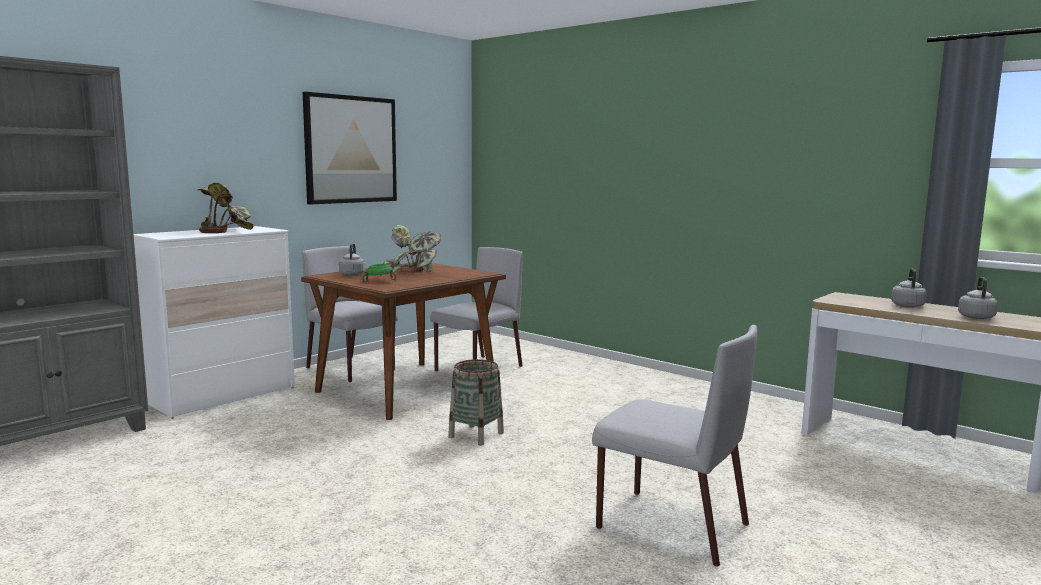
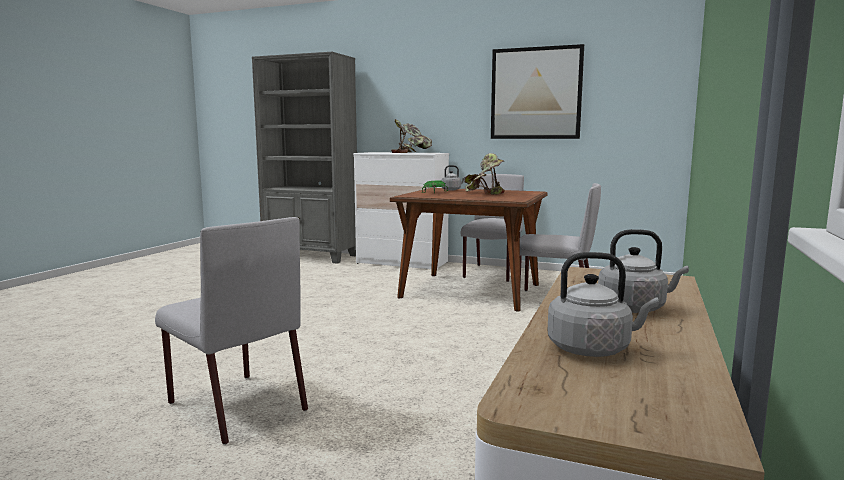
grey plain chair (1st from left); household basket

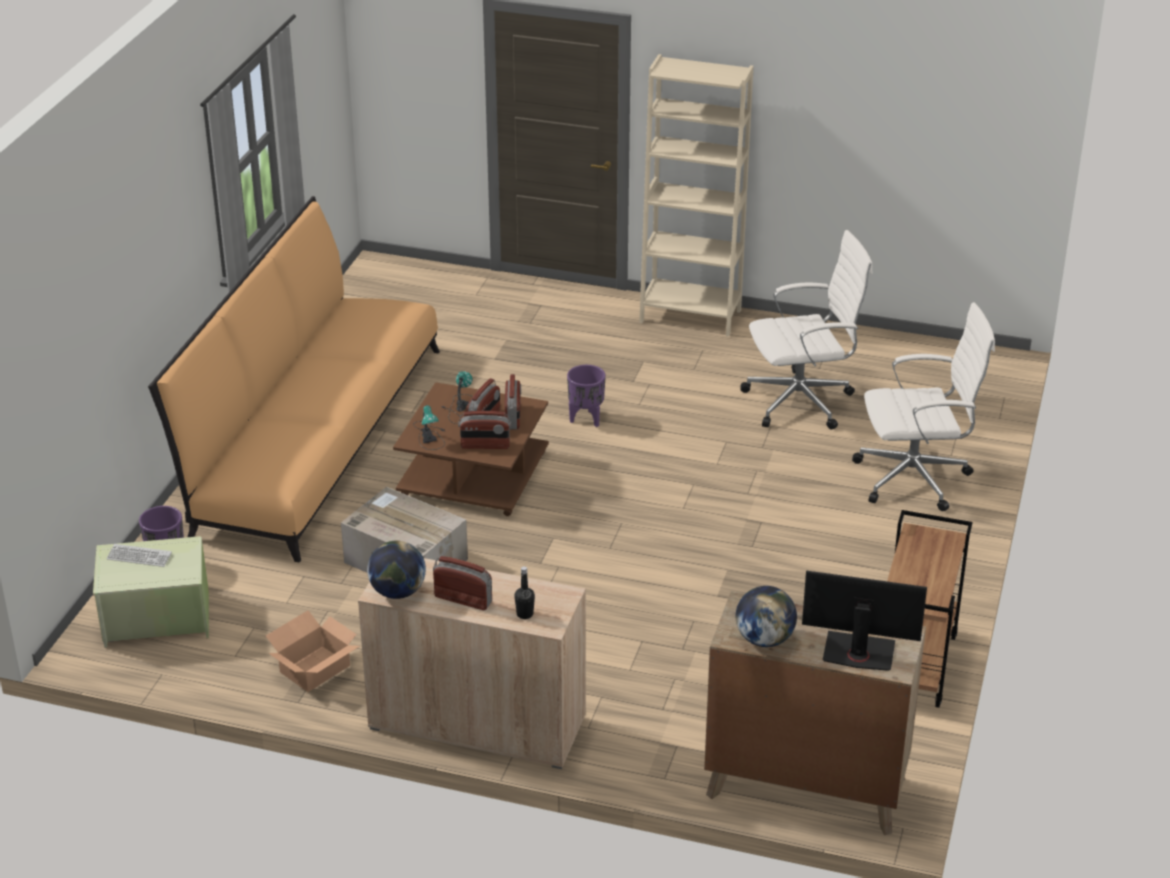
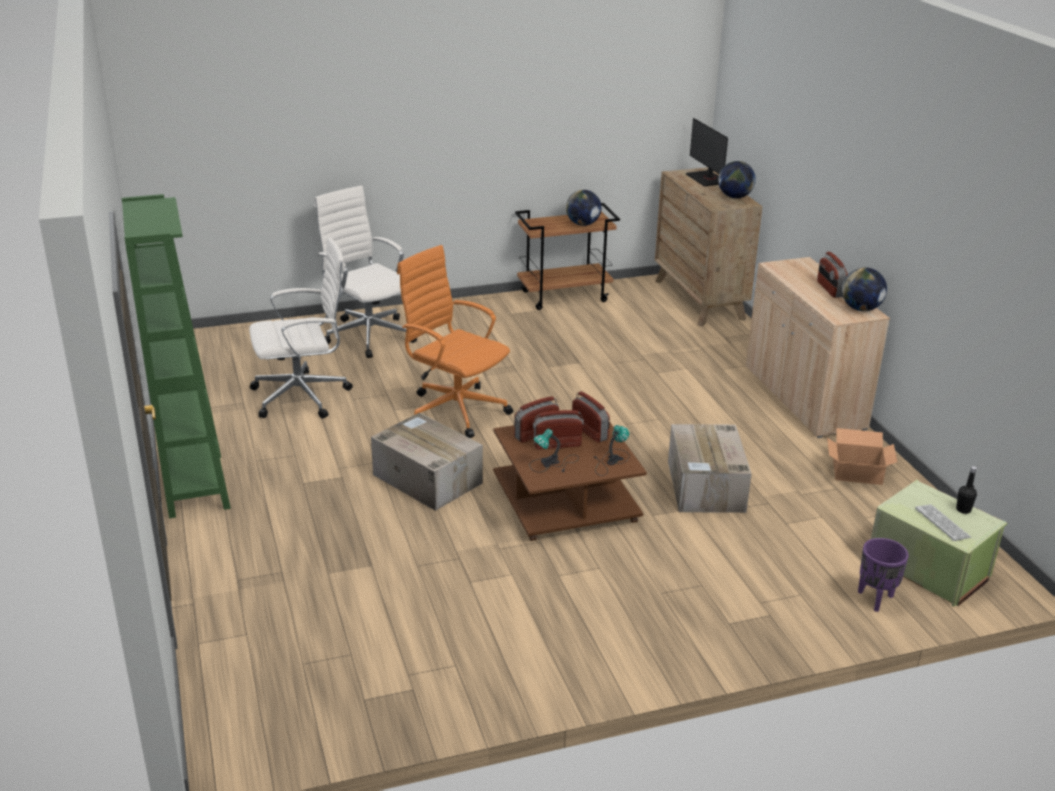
green bookshelf; orange settee; whitish desk chair (1st from left); carton (1st from left); black-coloured bottle; world globe (1st from left); orange desk chair

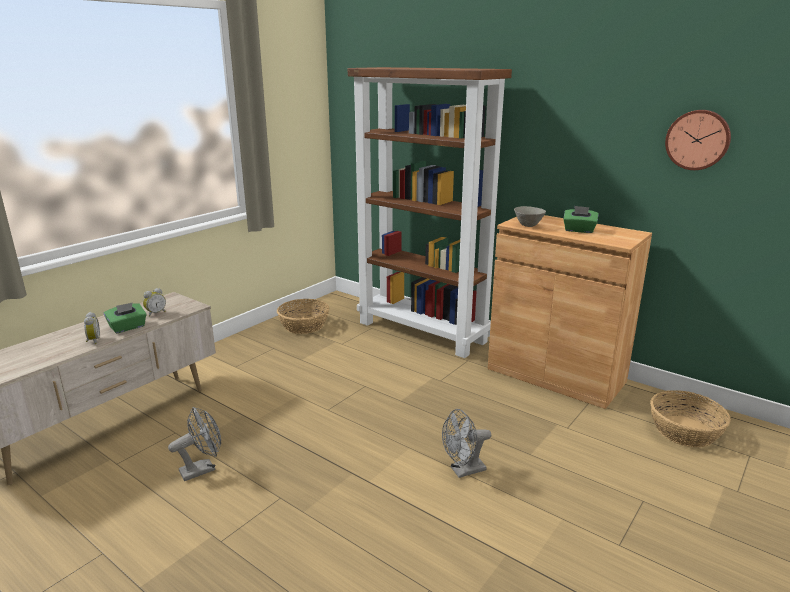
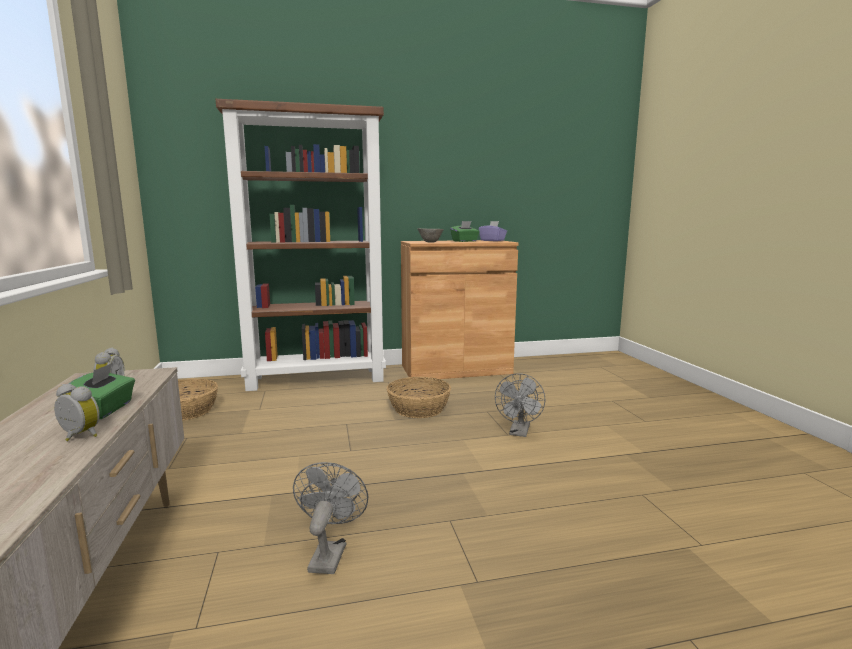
hanging clock; household basket (2nd from left); purplish box of tissues

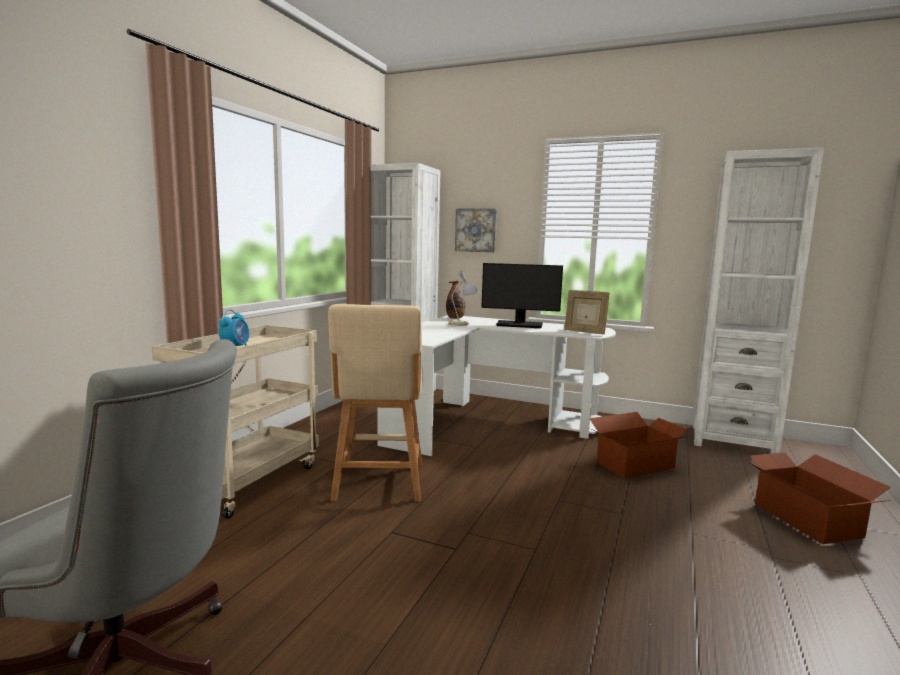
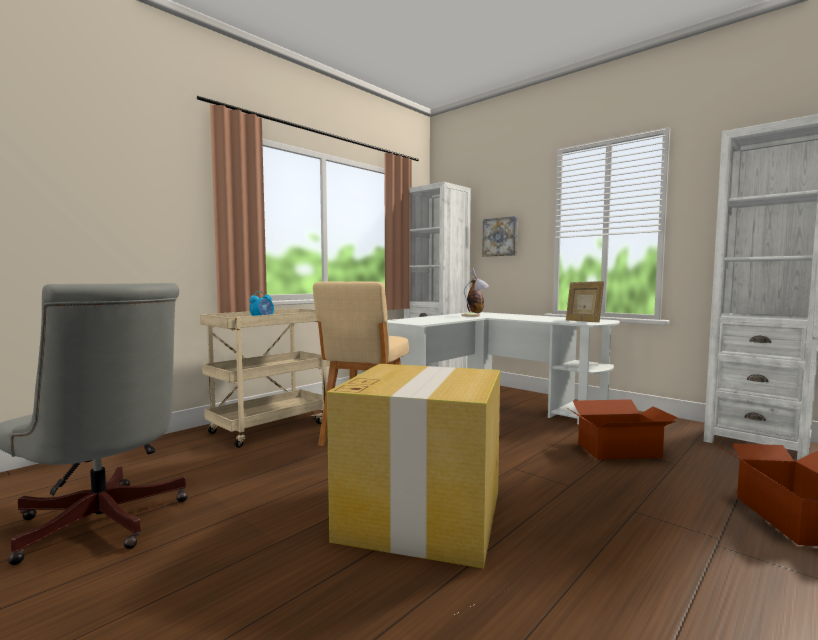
monitor; carton (1st from left)

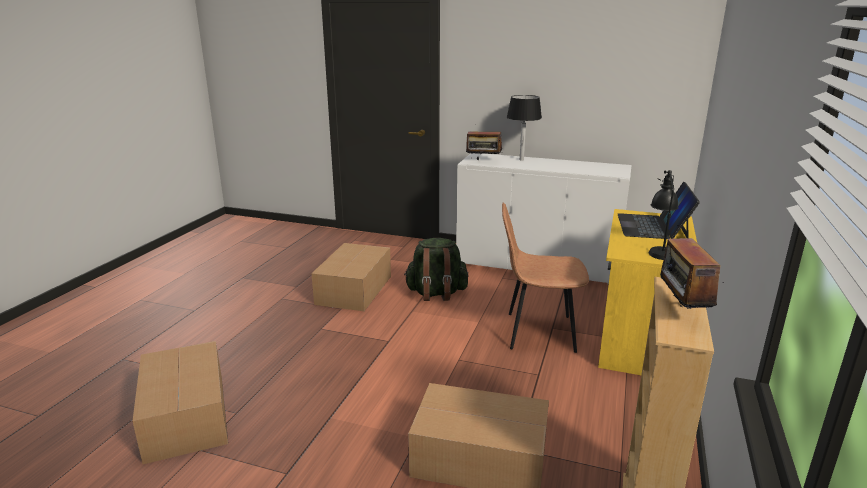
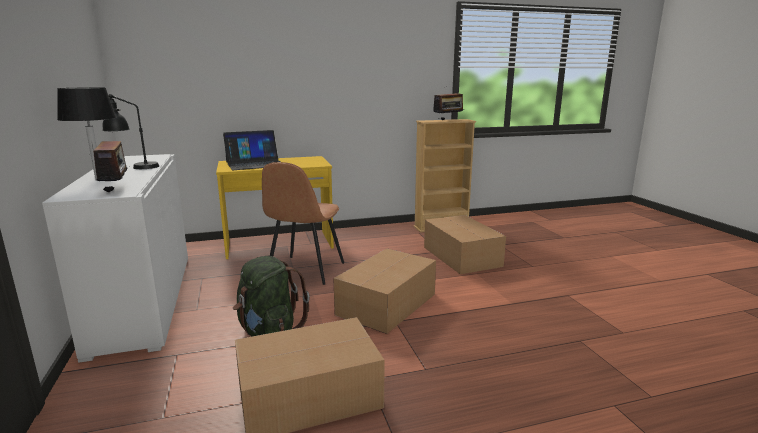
black-coloured tabletop lamp (2nd from left); brown-coloured plain chair; carton (2nd from left)

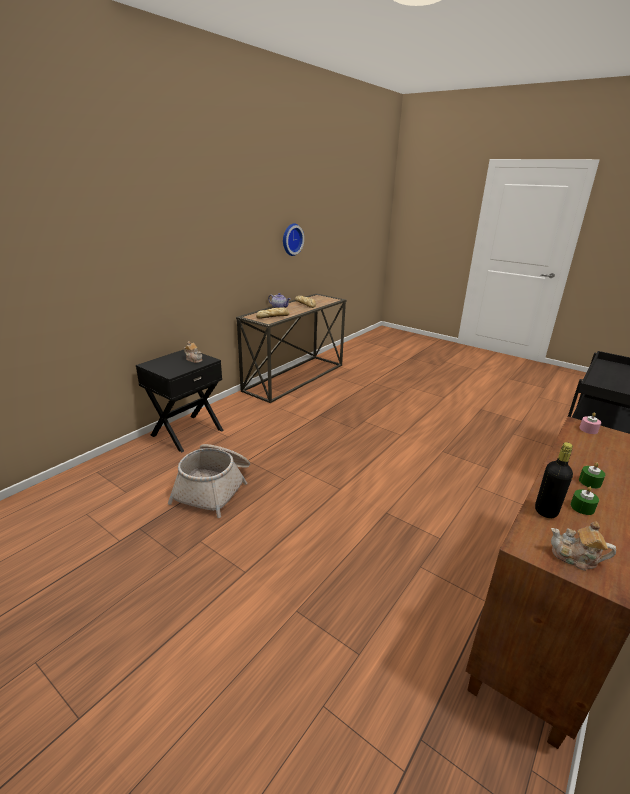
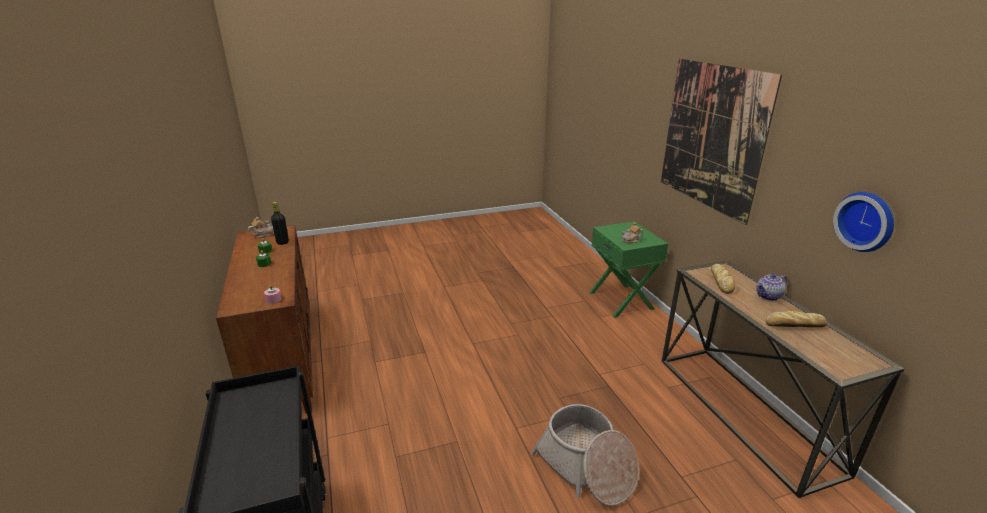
green nightstand; household basket; picture

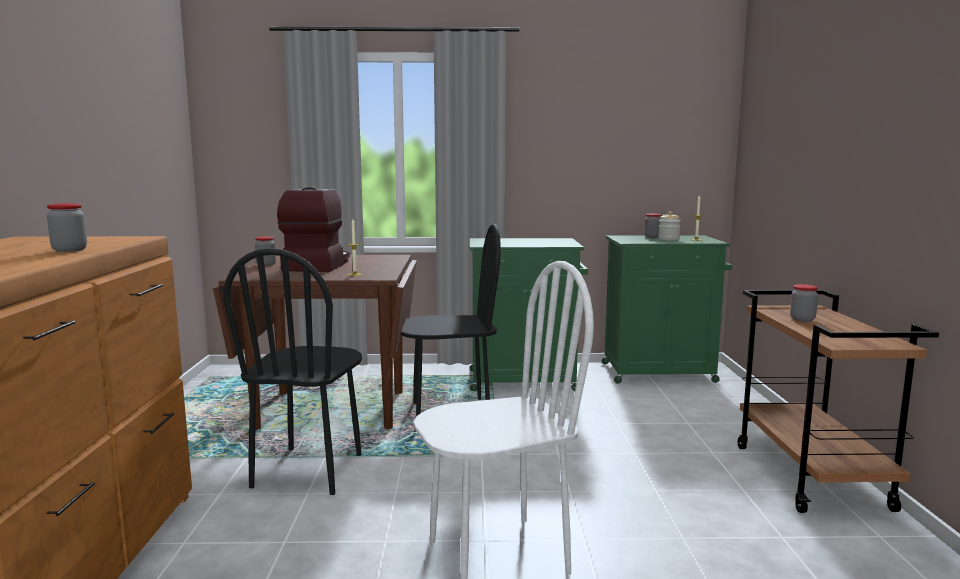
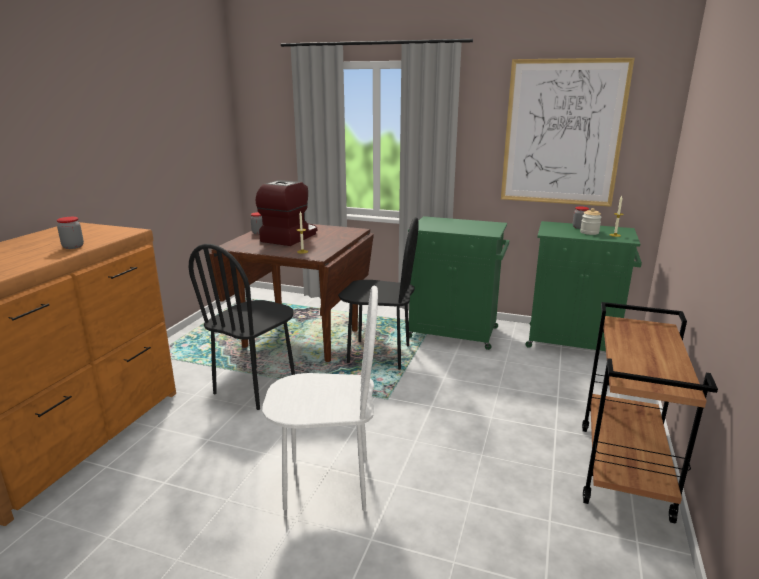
preserve jar (5th from left in the first image); picture

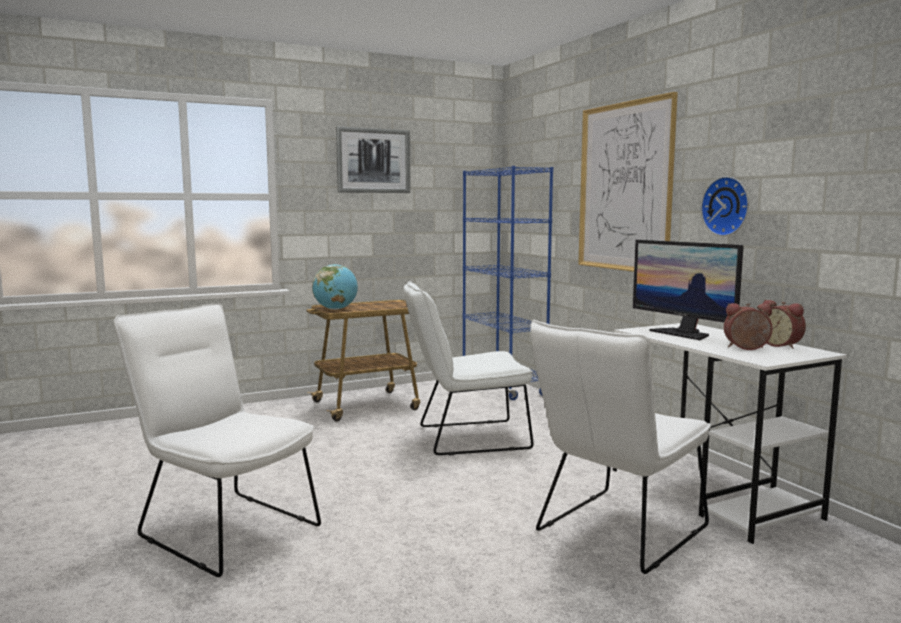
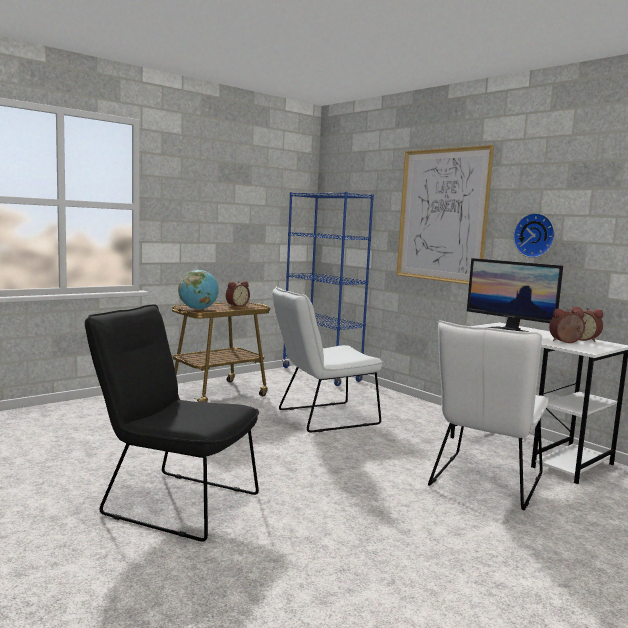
picture (1st from left in the first image); black-coloured plain chair; table clock (1st from left)

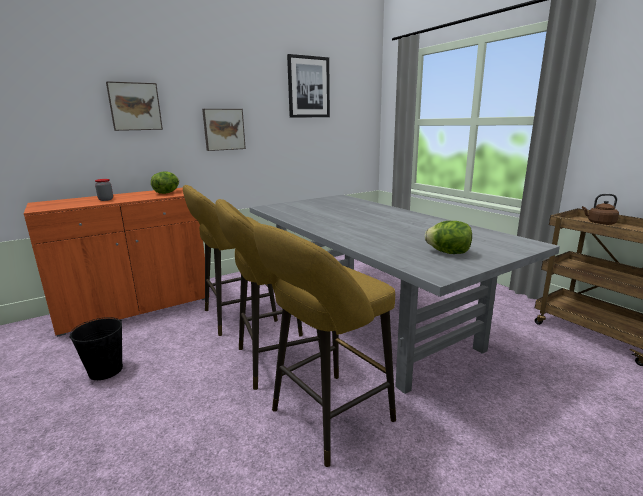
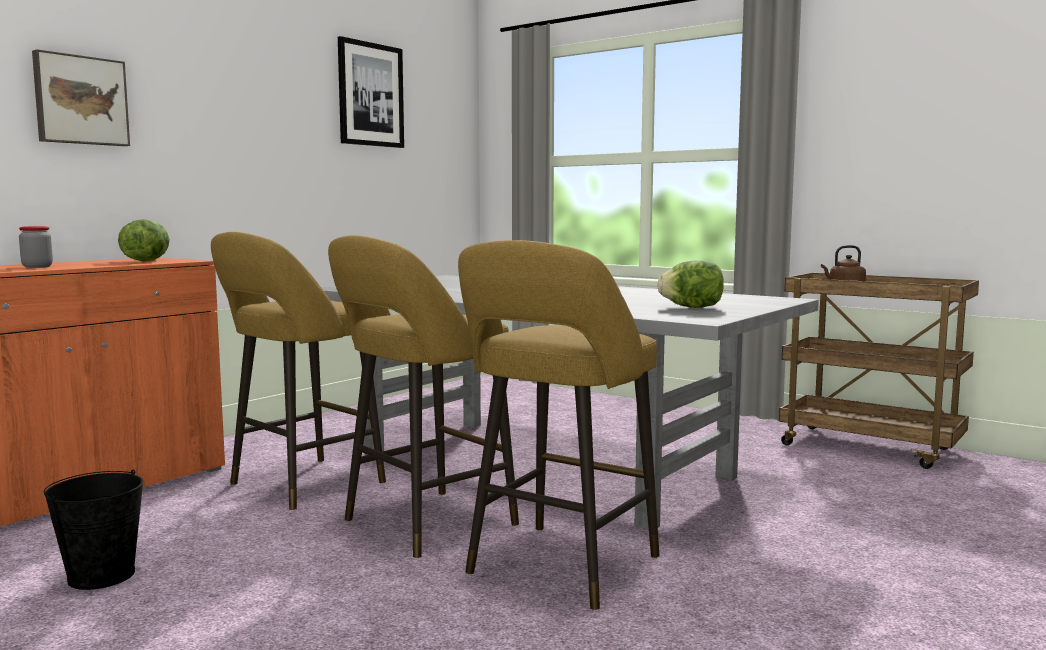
picture (2nd from left in the first image)

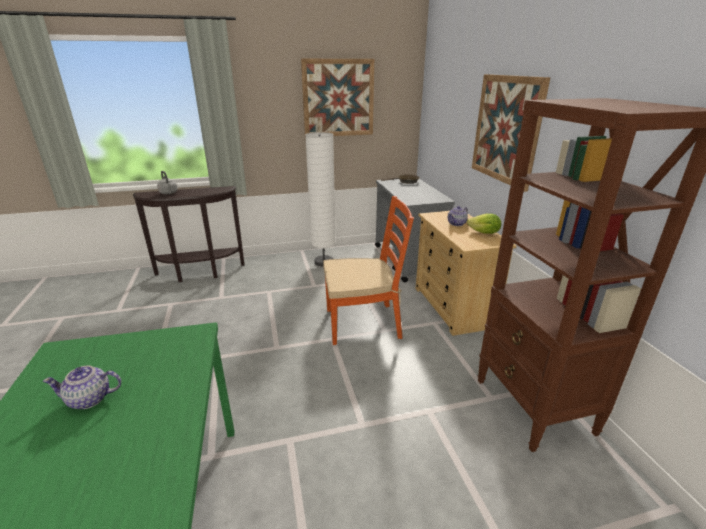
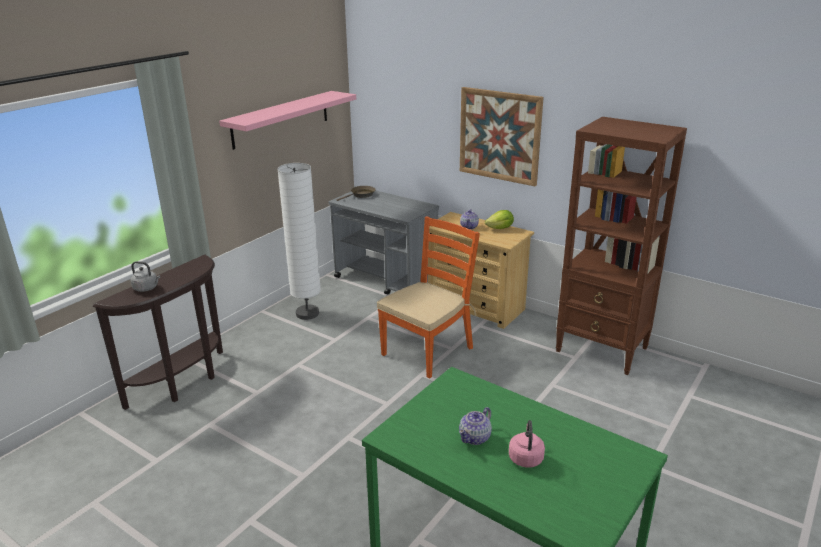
pink wall shelf; pink tea kettle

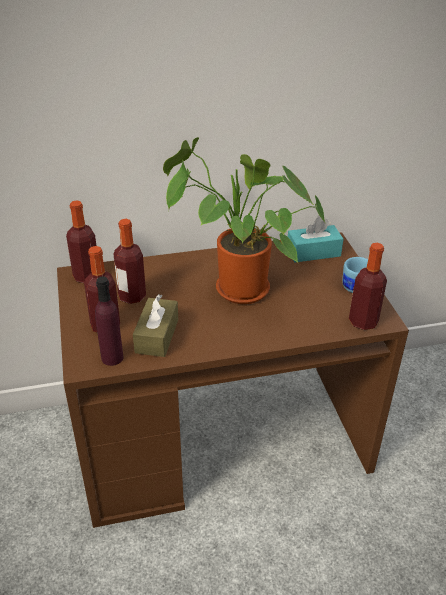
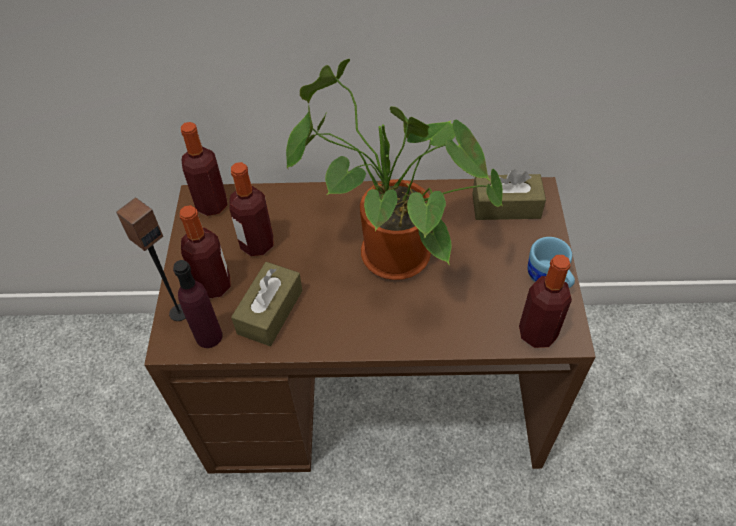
brown-coloured box of tissues (2nd from left); audio speaker

